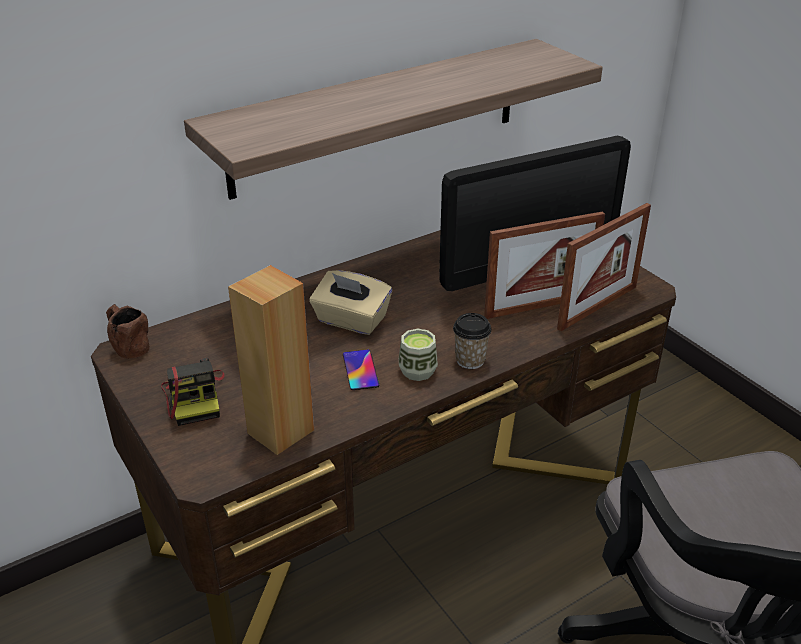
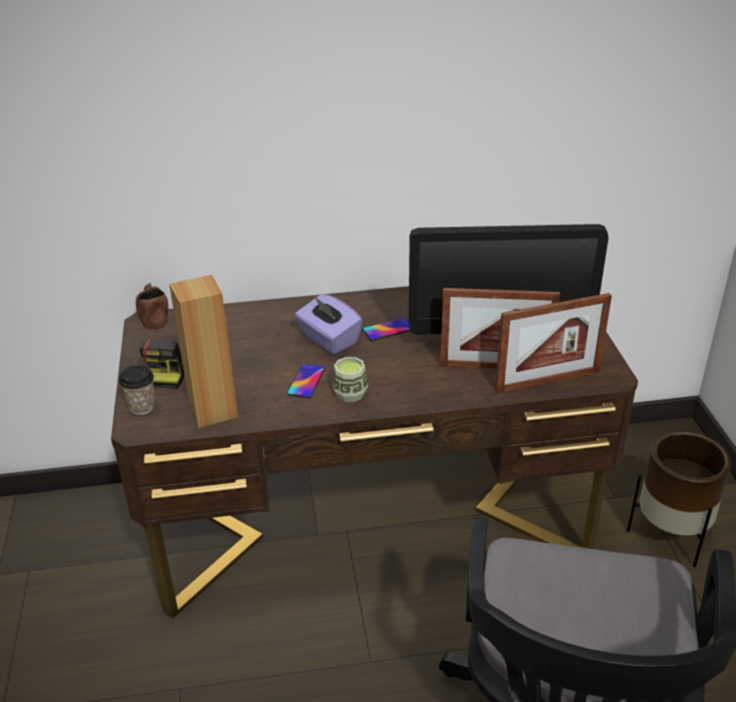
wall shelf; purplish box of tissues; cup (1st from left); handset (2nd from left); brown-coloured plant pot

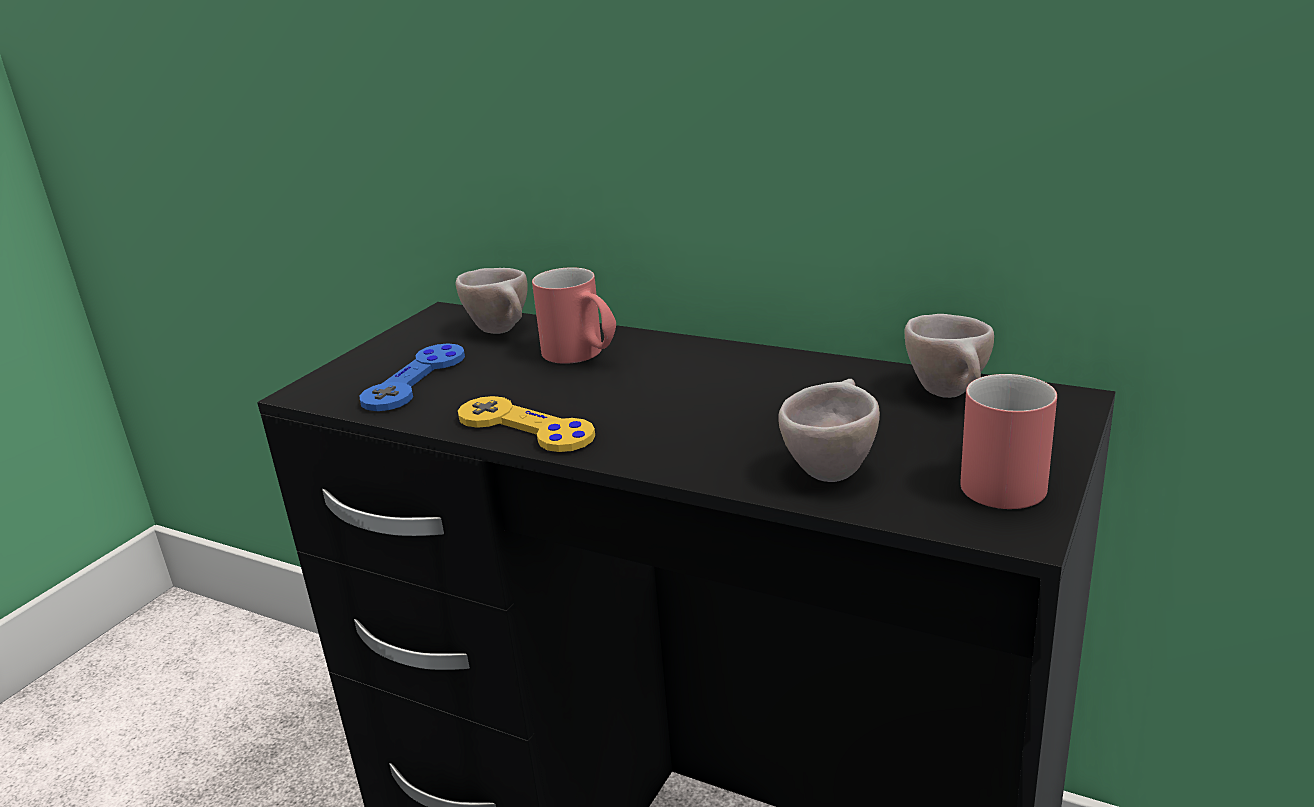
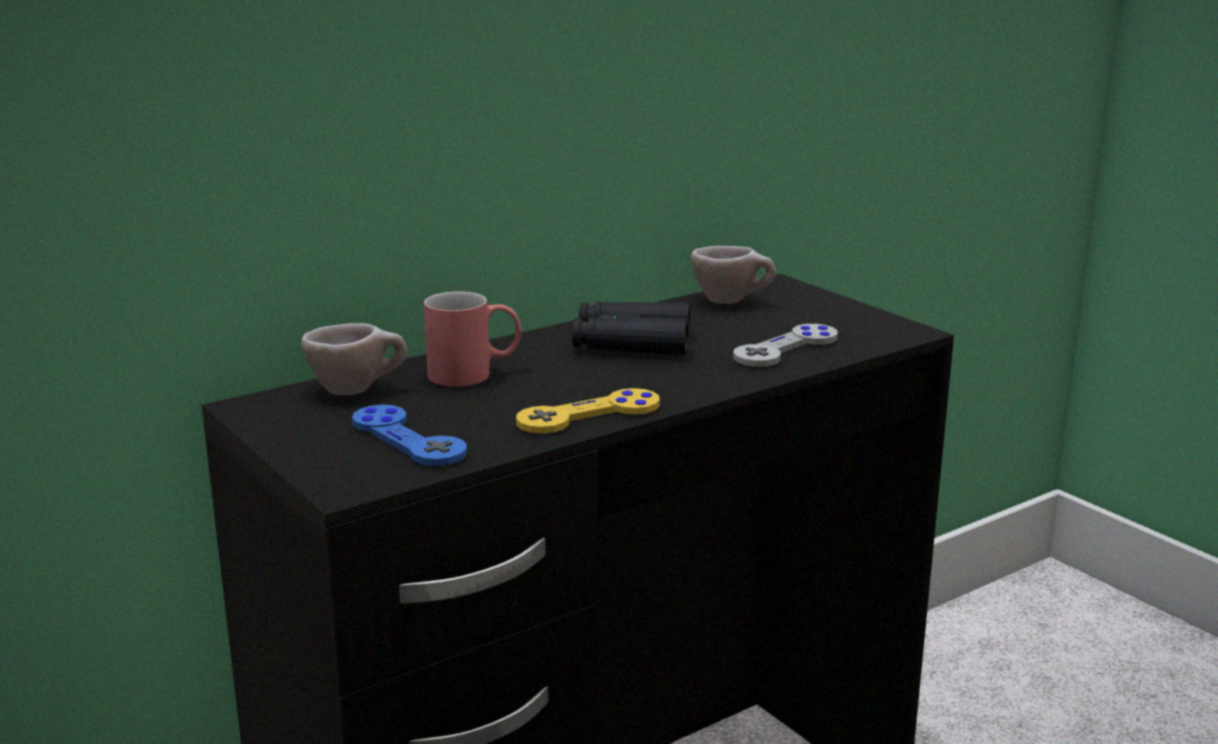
red-coloured coffee mug (2nd from left in the first image); grey joypad; black-coloured binoculars

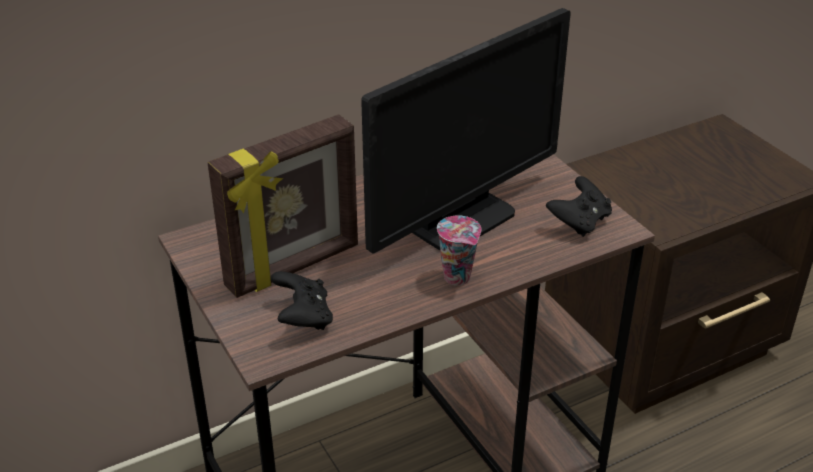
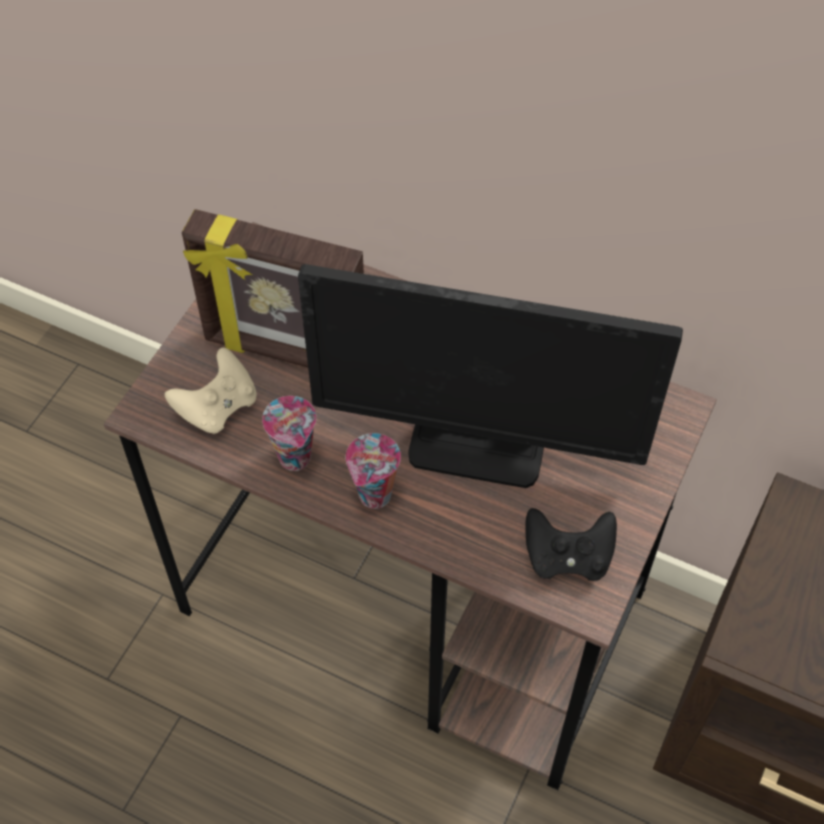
sand-coloured joypad; cup (1st from left)

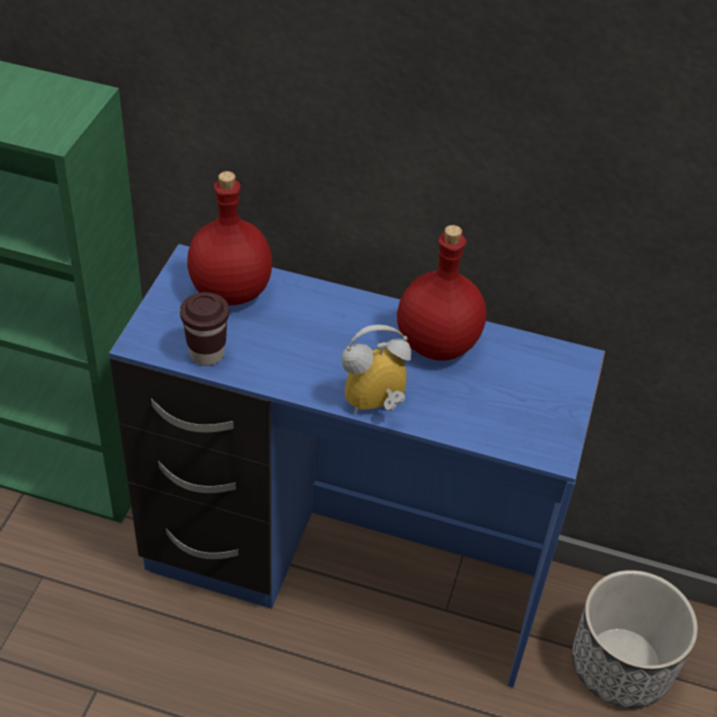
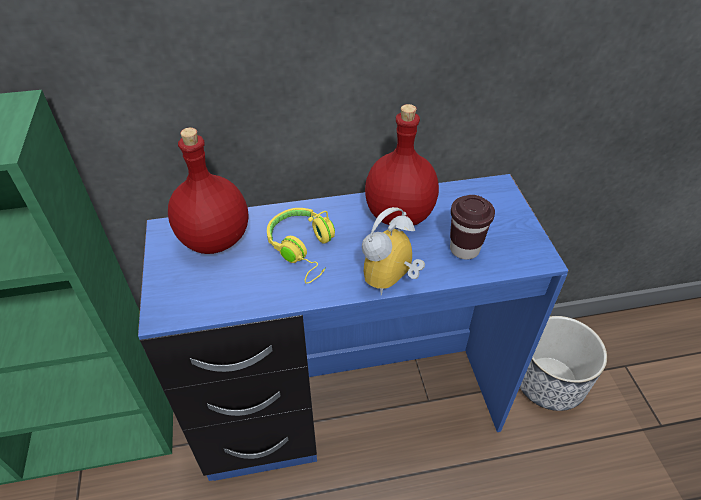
brown-coloured cup; yellow headphones

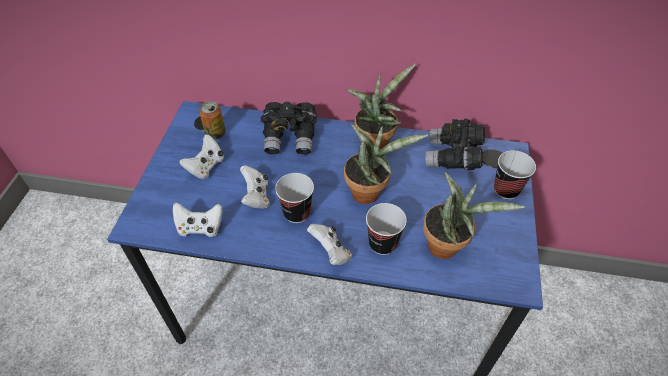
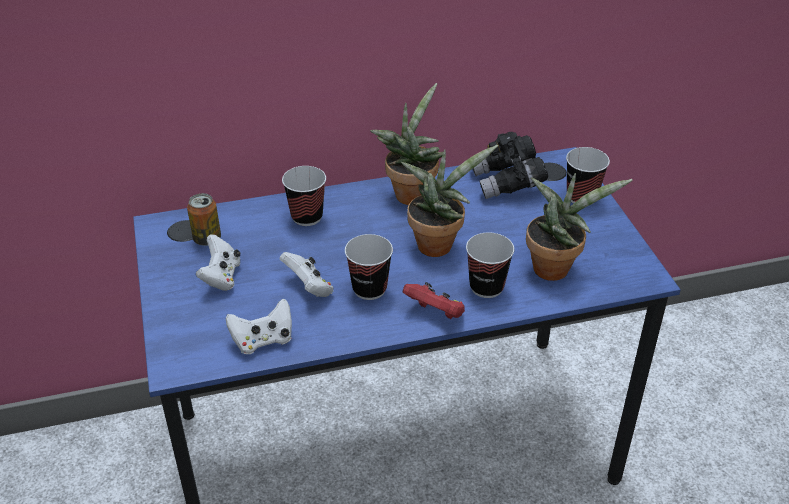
cup (1st from left); red-coloured joypad

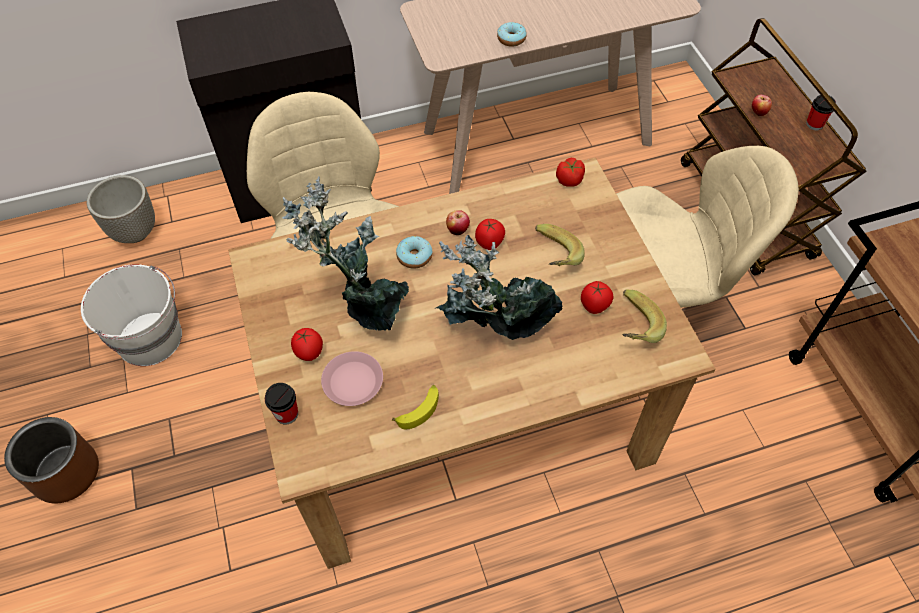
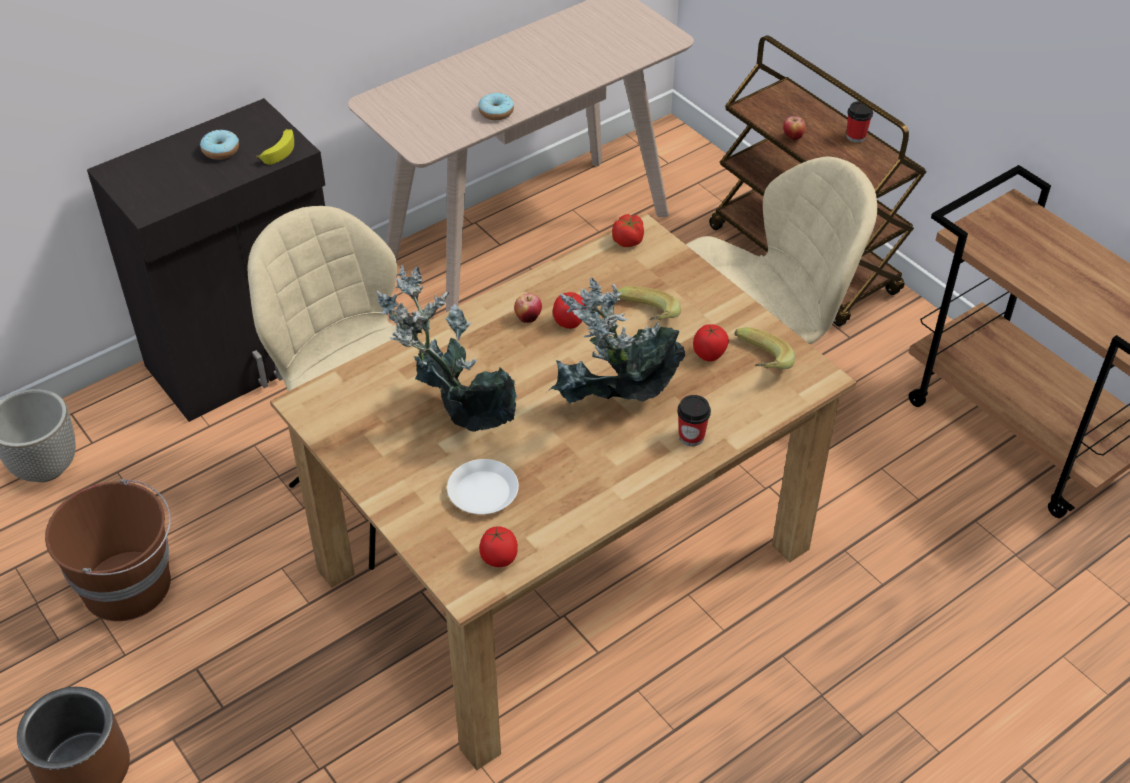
ring doughnut (1st from left); brown-coloured bucket; tomato (1st from left); whitish plate; cup (1st from left); banana (1st from left)

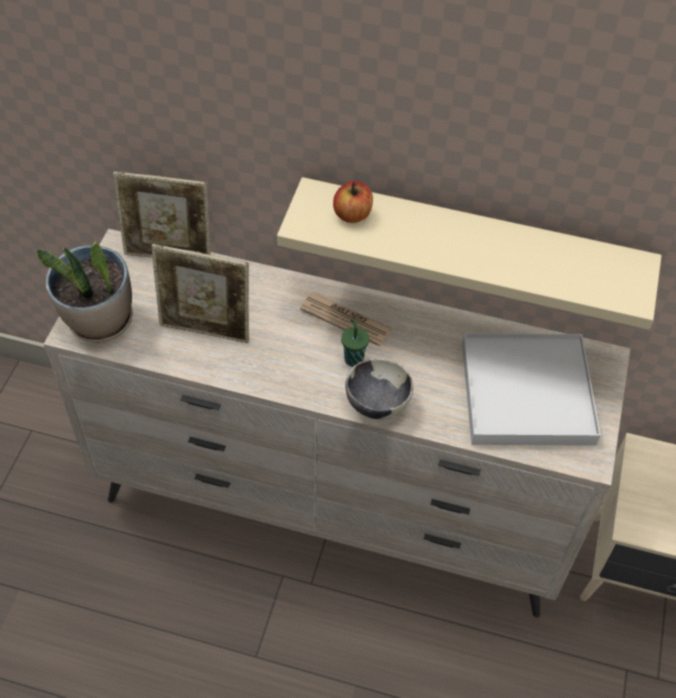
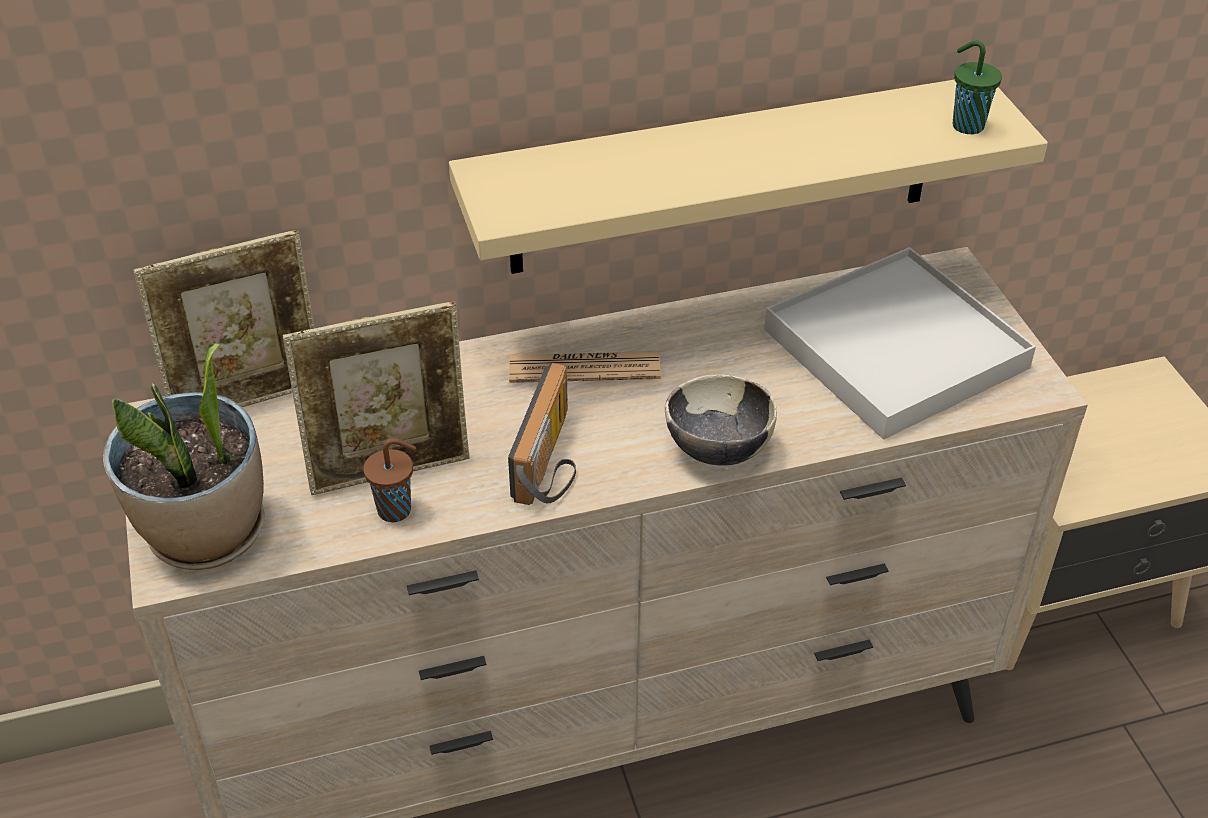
whole apple; green cup; radio; brown-coloured cup

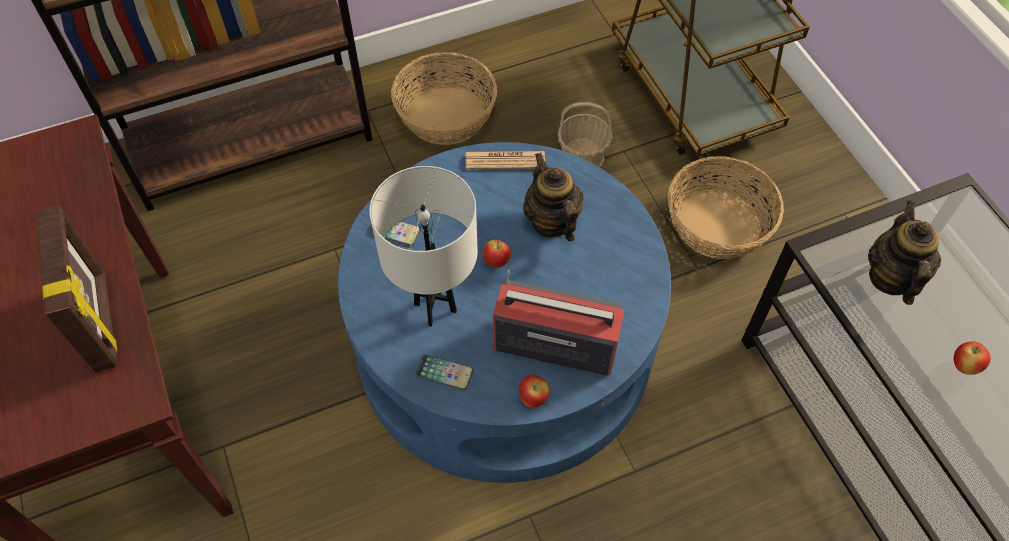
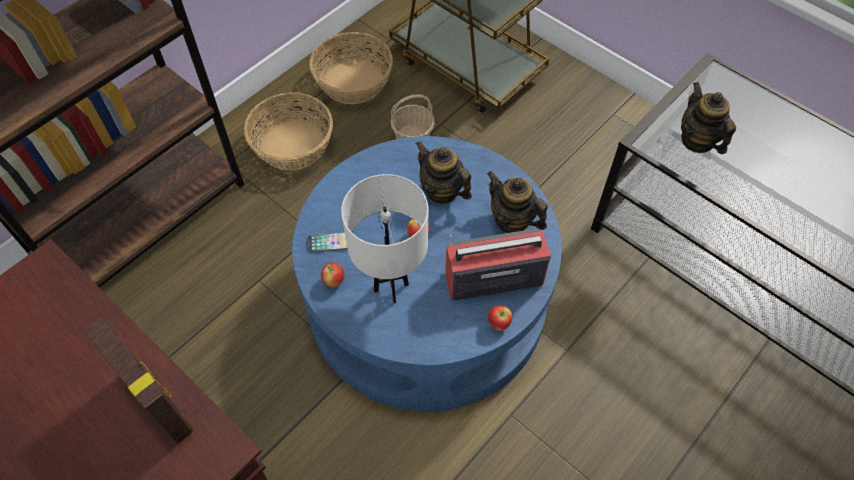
daily paper; household basket (2nd from left); whole apple (1st from left); handset (2nd from left in the first image); teapot (2nd from left)

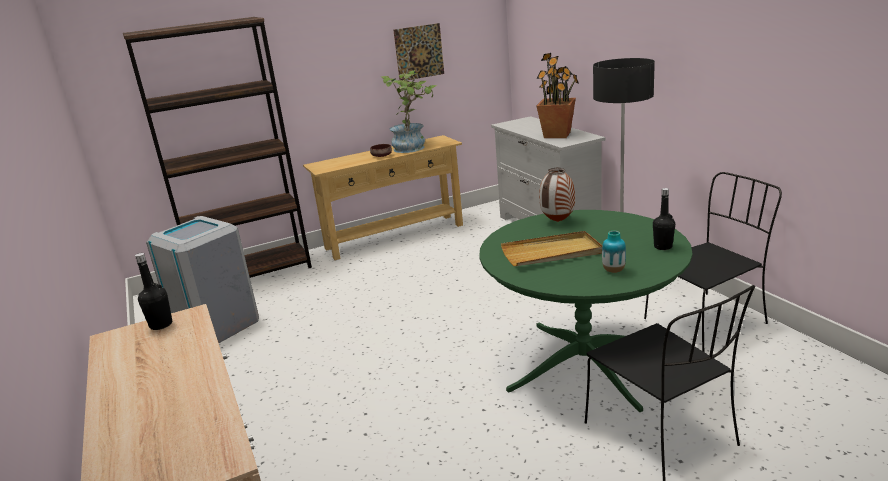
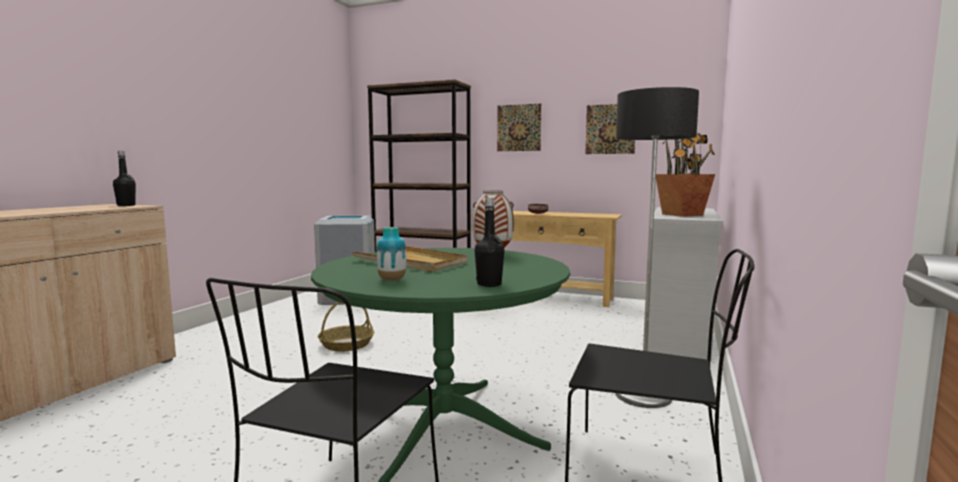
plant in a pot (1st from left in the first image); picture (1st from left); household basket

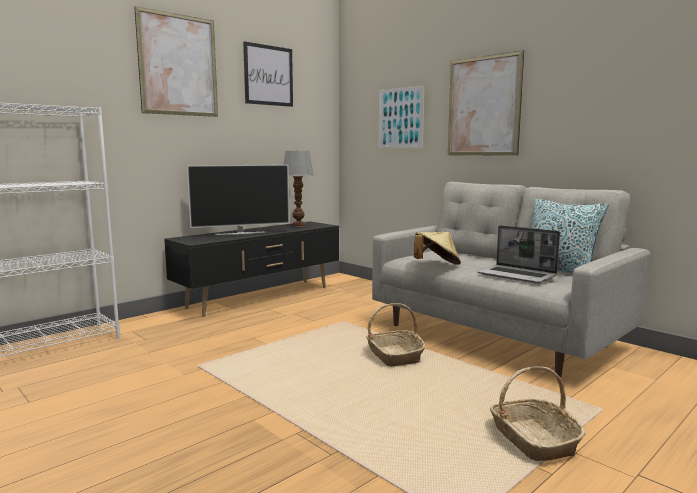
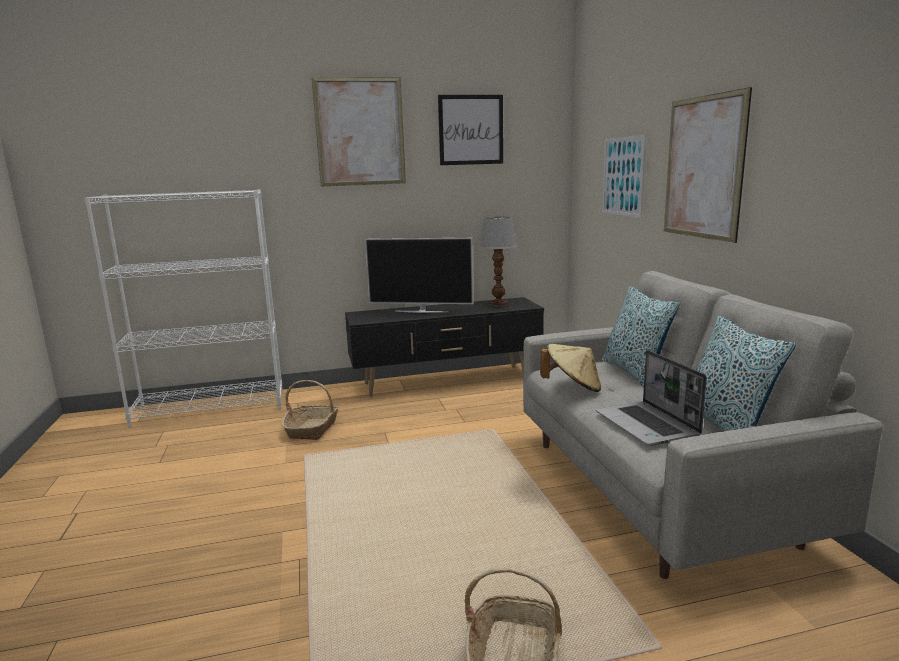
household basket (1st from left); cushion (1st from left)

